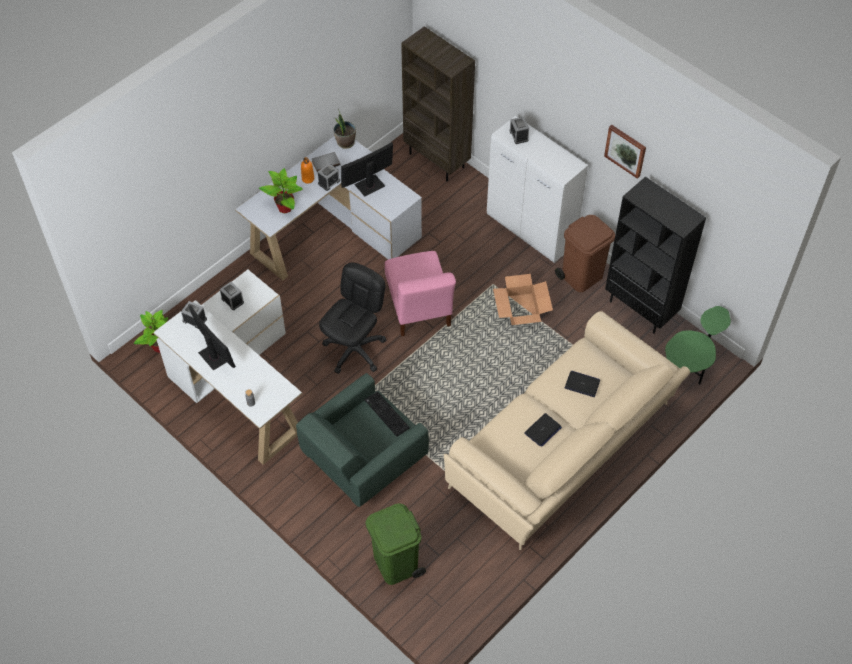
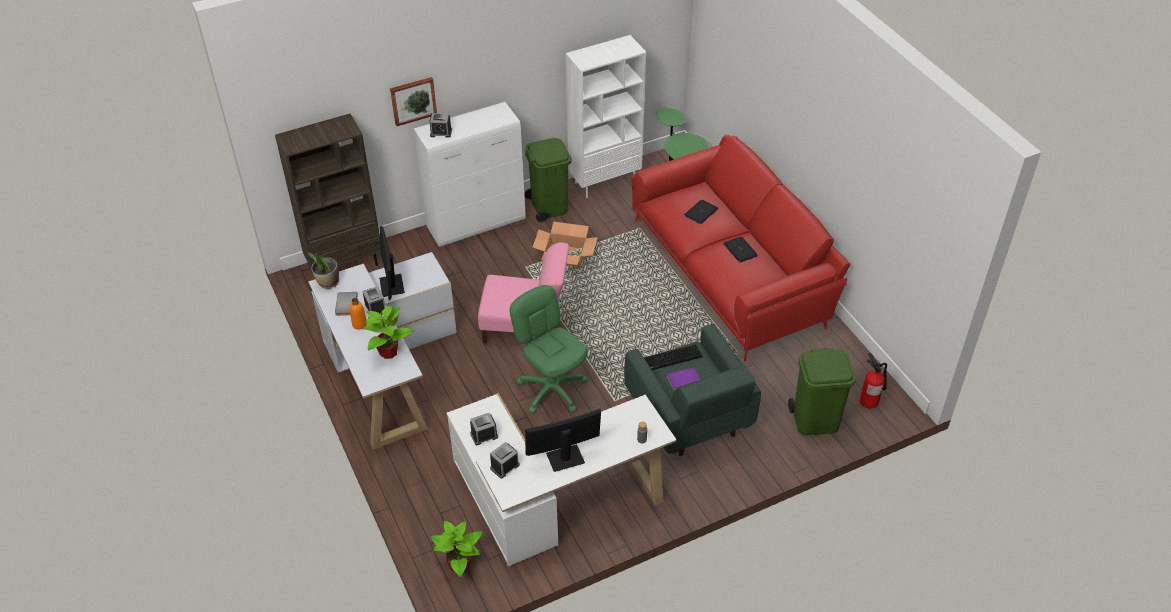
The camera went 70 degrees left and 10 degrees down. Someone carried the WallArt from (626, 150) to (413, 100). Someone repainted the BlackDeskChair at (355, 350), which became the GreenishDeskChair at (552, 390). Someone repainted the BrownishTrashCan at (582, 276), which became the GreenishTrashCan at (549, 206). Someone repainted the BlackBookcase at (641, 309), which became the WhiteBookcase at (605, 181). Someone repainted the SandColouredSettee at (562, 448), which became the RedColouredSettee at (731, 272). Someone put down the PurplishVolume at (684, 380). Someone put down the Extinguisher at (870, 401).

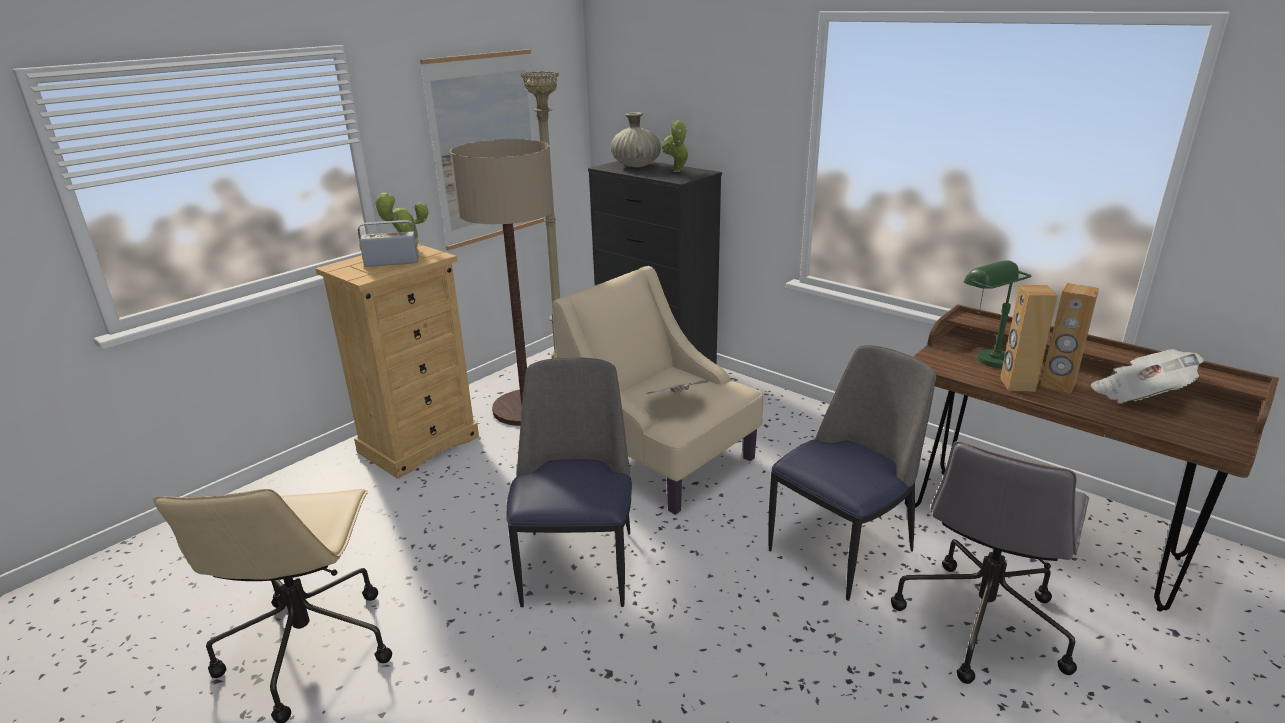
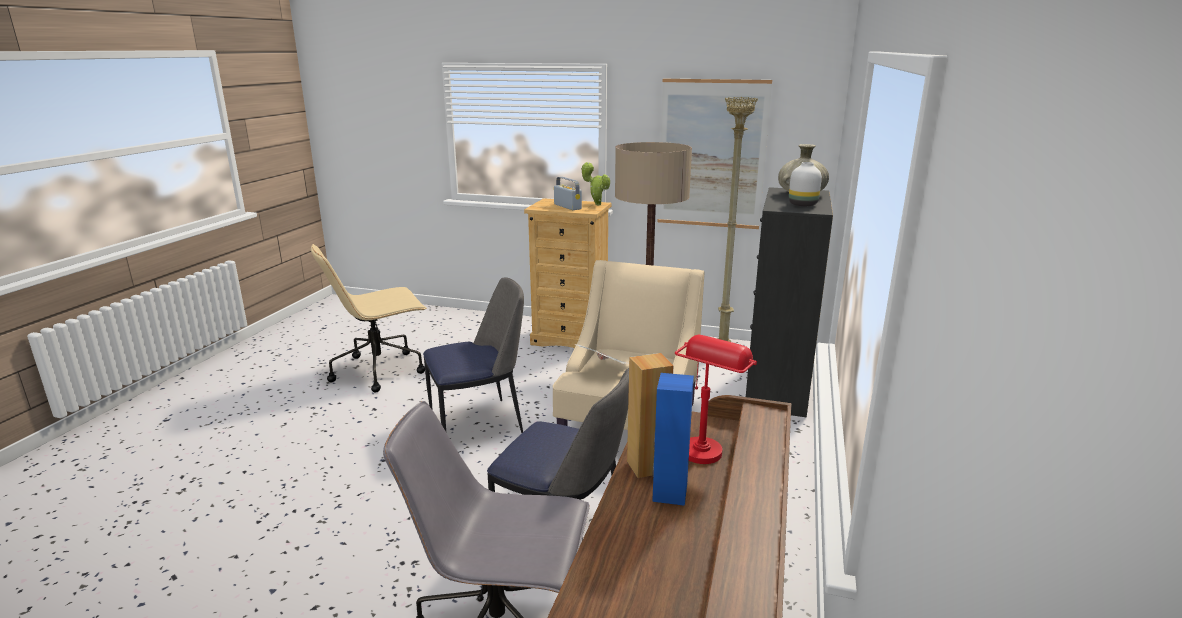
The camera went 65 degrees right and 5 degrees down. Someone repainted the BrownishLoudspeaker at (1057, 384), which became the BluishLoudspeaker at (669, 492). Someone repainted the GreenishLampForATable at (984, 356), which became the RedColouredLampForATable at (706, 445). Someone swapped the Houseplant at (677, 172) for the WhiteDecorativeVase at (803, 205). Someone took away the Newspaper at (1138, 396).

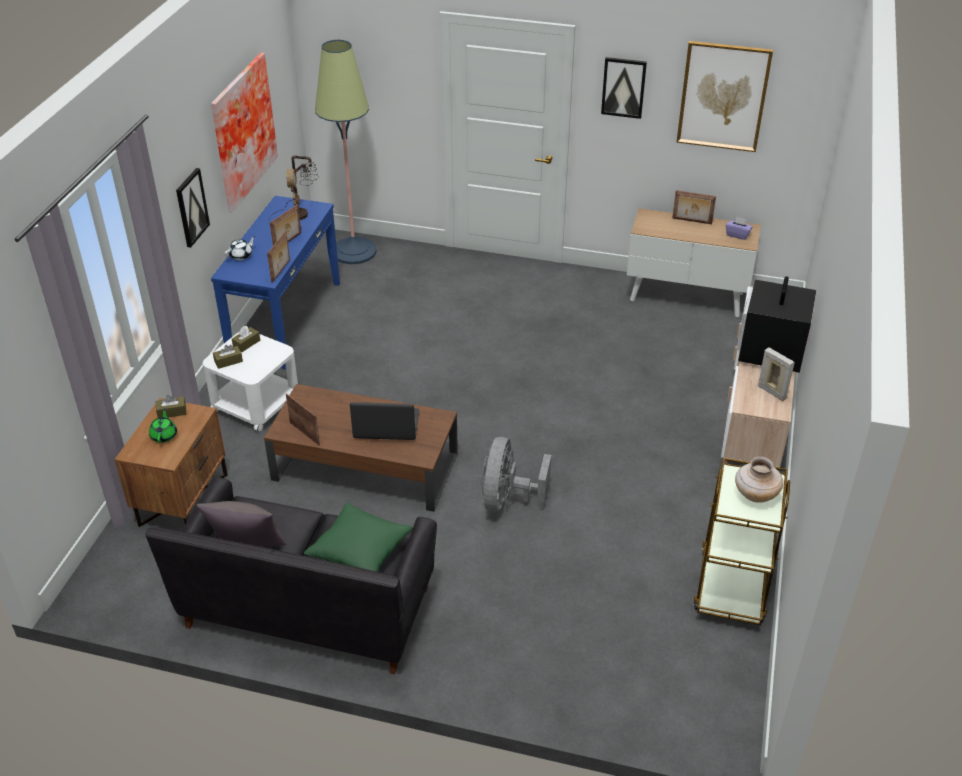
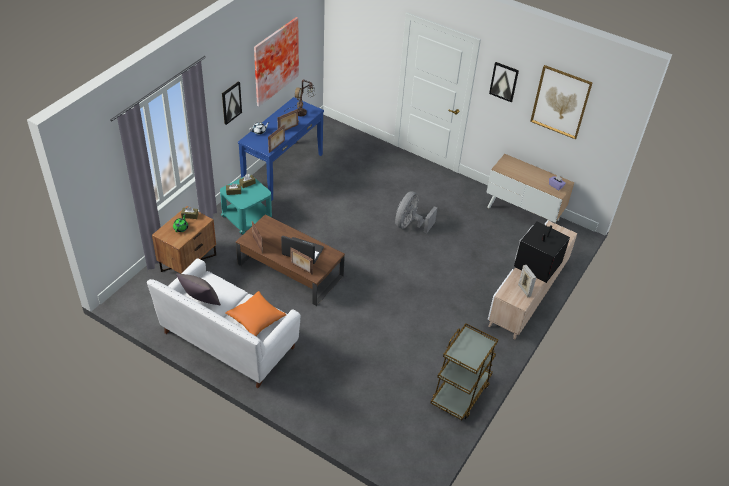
The camera went 15 degrees right and 5 degrees up. Someone repainted the BlackSettee at (308, 608), which became the WhiteSettee at (228, 340). Someone repainted the WhiteEndTable at (256, 403), which became the TurquoiseEndTable at (247, 217). Someone repainted the GreenishThrowPillow at (360, 551), which became the OrangeyThrowPillow at (256, 319). Someone carried the PictureFrame from (691, 221) to (301, 268). Someone carried the GrayFan from (507, 499) to (410, 225). Someone took away the StandingLamp at (354, 251). Someone took away the SandColouredDecorativeVase at (755, 495).

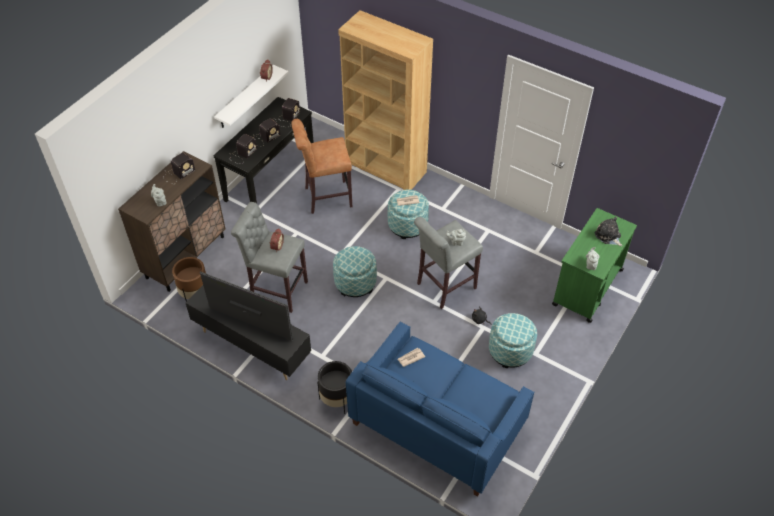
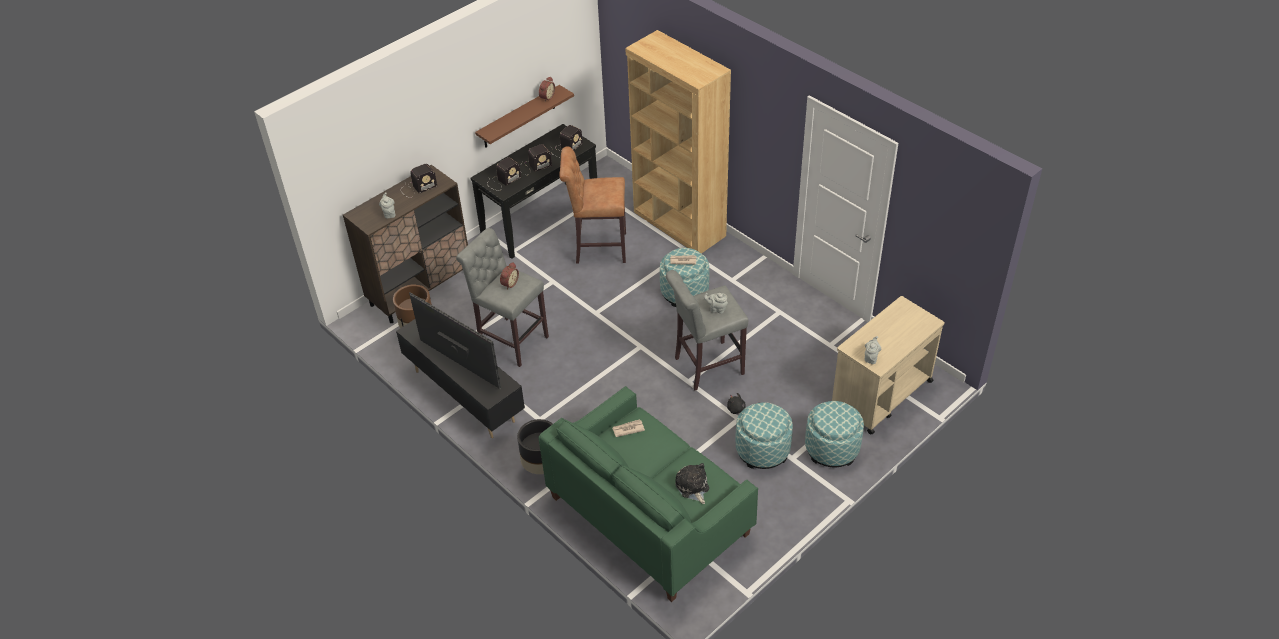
The camera went 15 degrees right and 5 degrees down. Someone repainted the WhiteWallShelf at (245, 97), which became the BrownishWallShelf at (519, 117). Someone repainted the BluishSettee at (437, 424), which became the GreenishSettee at (649, 515). Someone carried the SoftToy from (608, 236) to (692, 487). Someone carried the Pouffe from (355, 282) to (832, 448). Someone repainted the GreenishWheeledCart at (587, 287), which became the SandColouredWheeledCart at (881, 394).

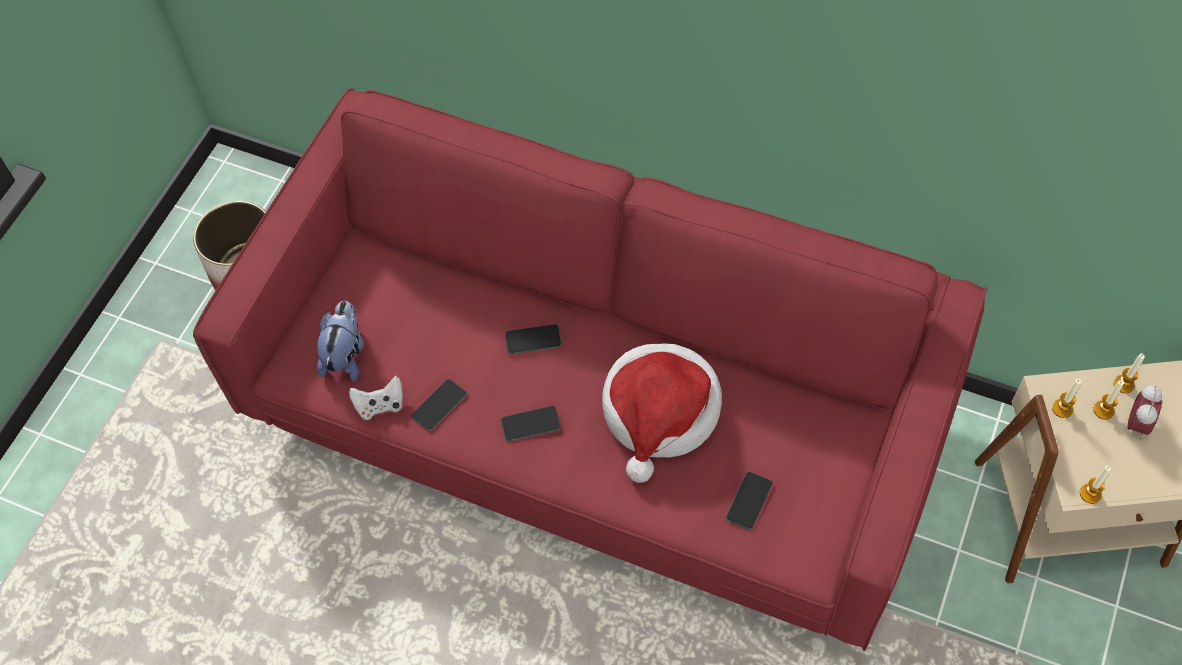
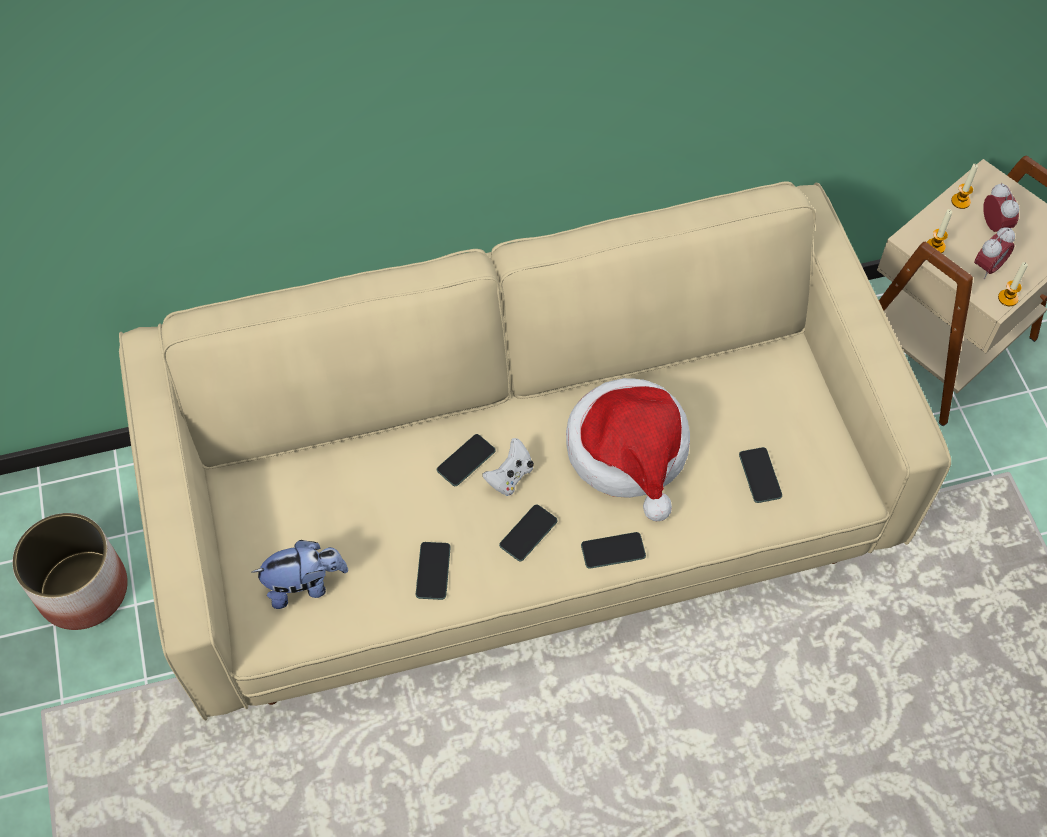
The camera went 40 degrees left and 0 degrees up. Someone repainted the RedColouredSettee at (596, 419), which became the SandColouredSettee at (524, 510). Someone rotated the SoftToy at (345, 355) by 105 degrees clockwise. Someone carried the WhiteJoypad from (380, 405) to (510, 476). Someone put down the Handset at (613, 551). Someone put down the TableClock at (987, 267). Someone took away the Candle at (1103, 410).

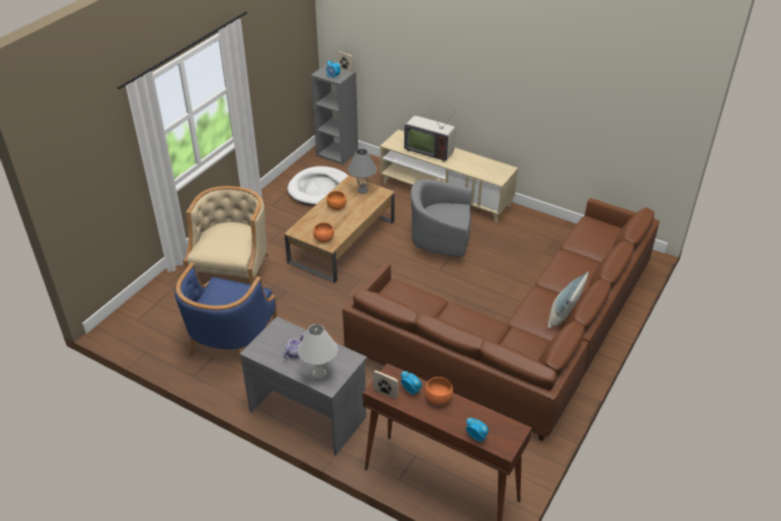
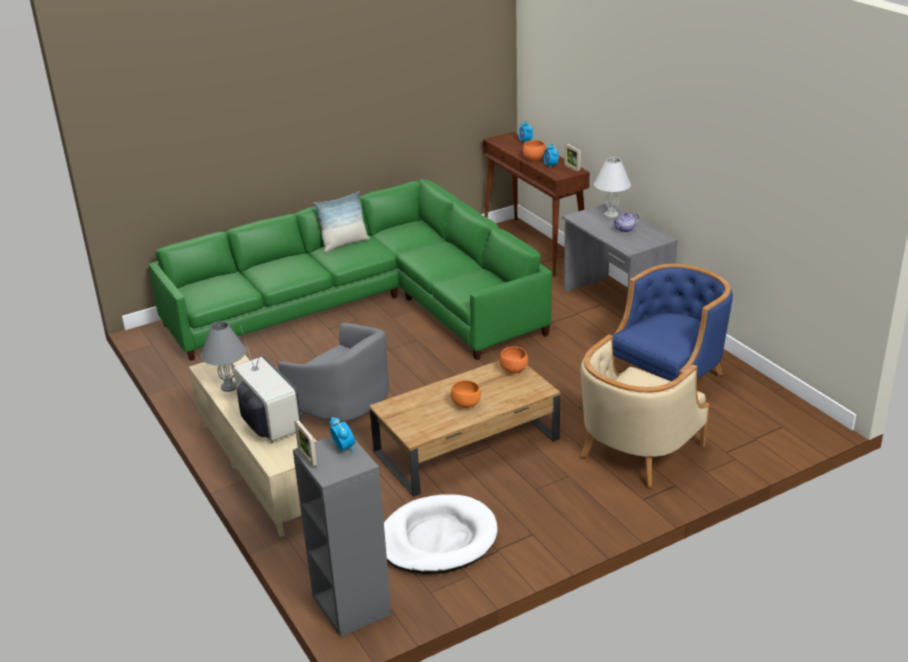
The camera went 150 degrees left and 10 degrees down. Someone repainted the BrownishSettee at (520, 338), which became the GreenishSettee at (368, 305). Someone carried the GrayLampForATable from (362, 190) to (229, 387).

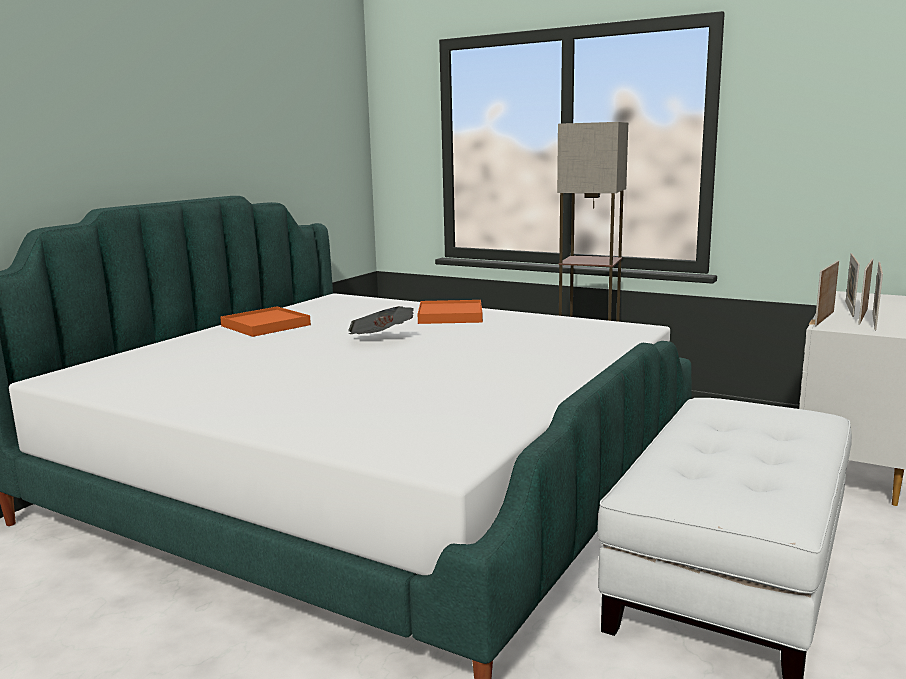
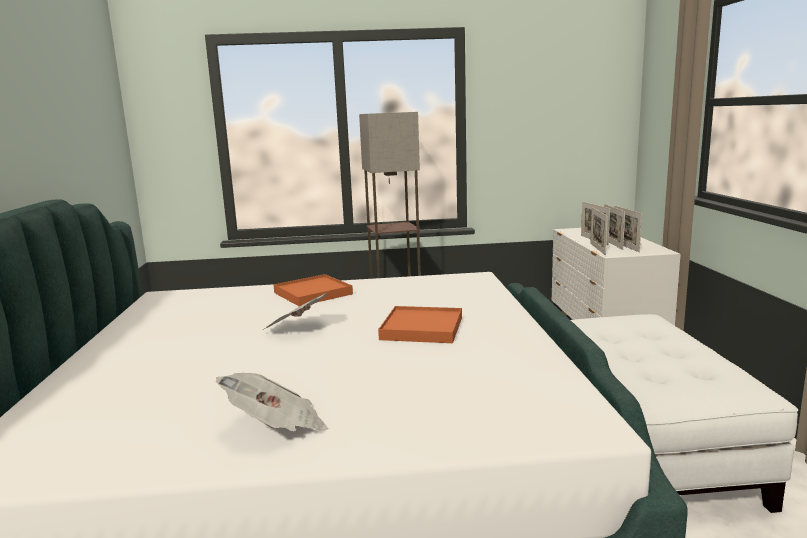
The camera went 35 degrees left and 0 degrees up. Someone put down the Newspaper at (277, 427). Someone carried the OrangeyTray from (265, 325) to (422, 328).

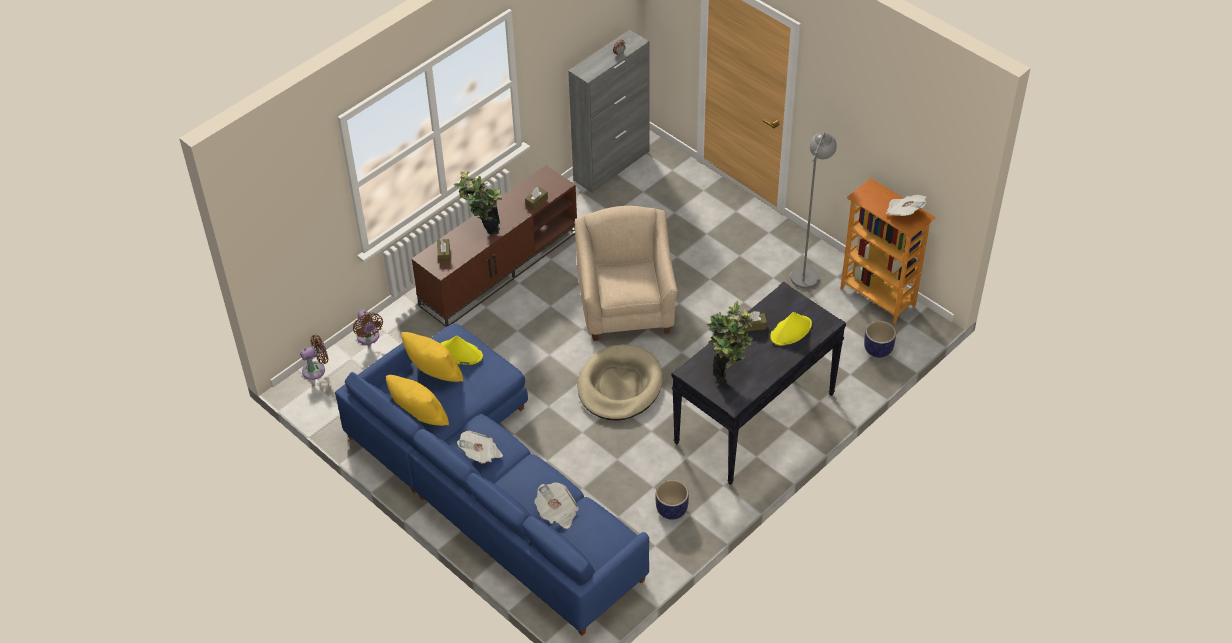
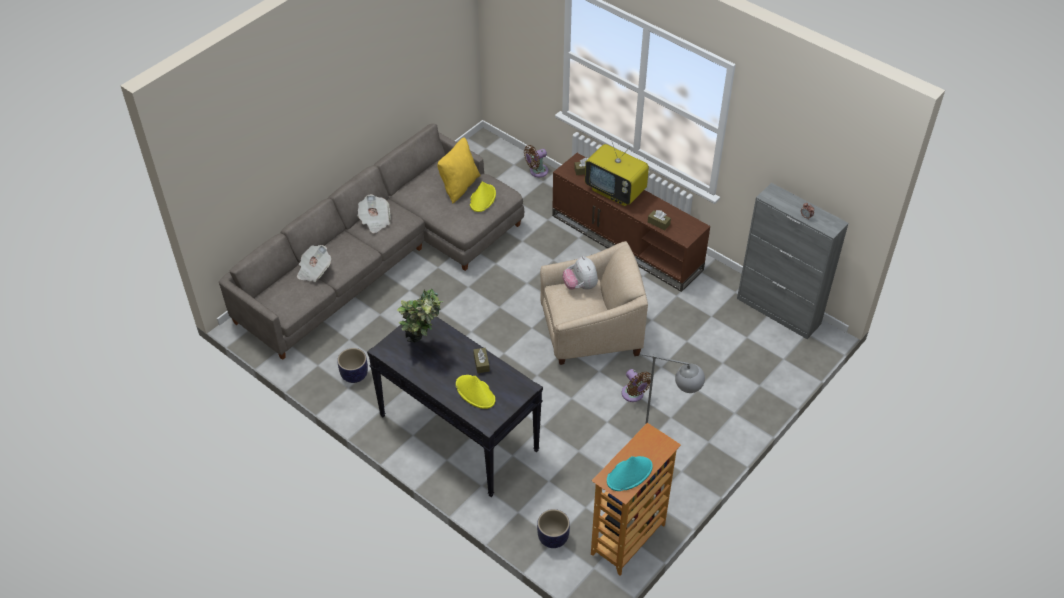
The camera went 85 degrees right and 0 degrees up. Someone repainted the BluishSettee at (488, 485), which became the GraySettee at (384, 256). Someone put down the SoftToy at (580, 286). Someone swapped the Houseplant at (482, 230) for the Tv at (616, 191). Someone swapped the Newspaper at (904, 212) for the TurquoiseWearableHat at (629, 474). Someone carried the BrownishFan from (316, 369) to (634, 395). Someone took away the YellowThrowPillow at (419, 418). Someone took away the SandColouredPetBed at (619, 386).

